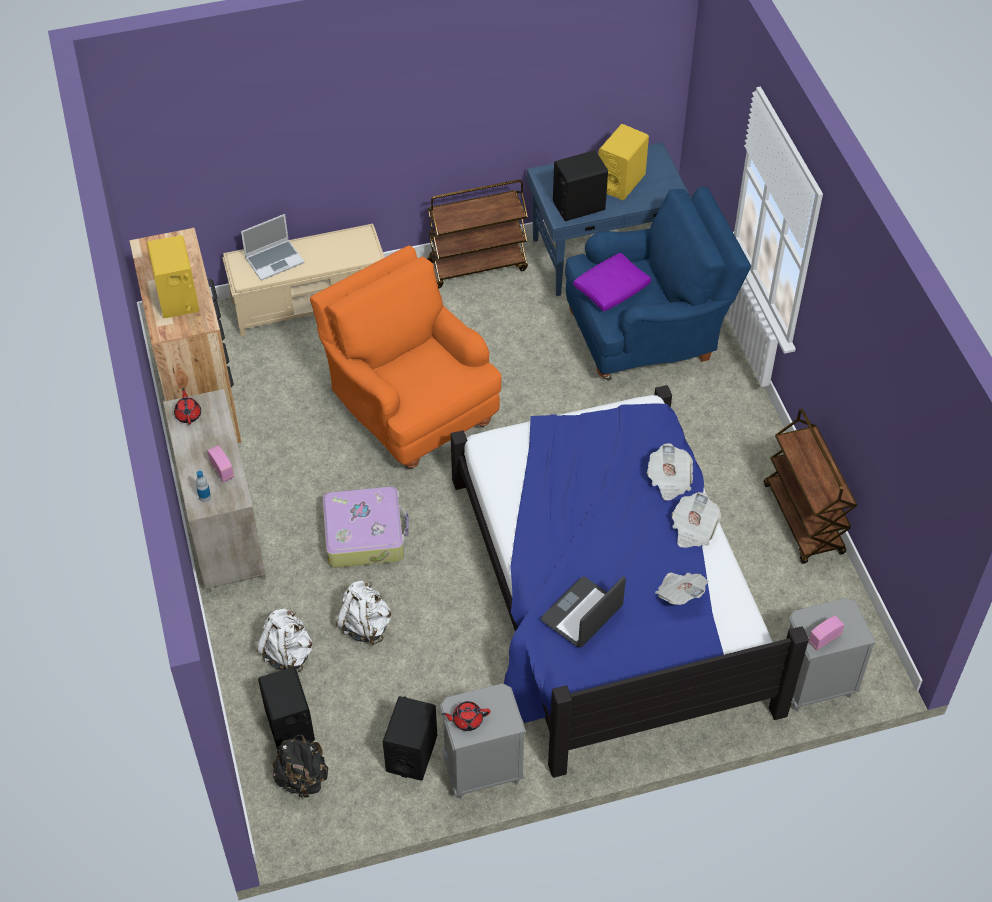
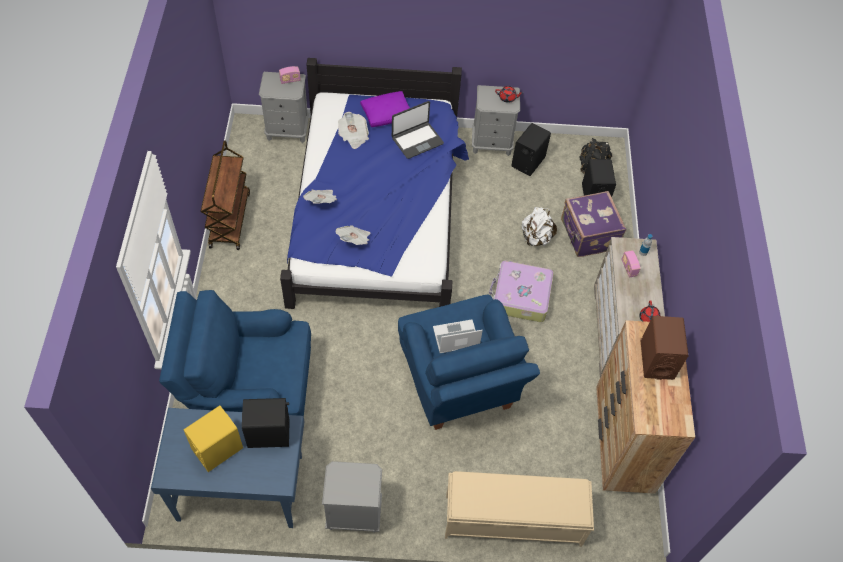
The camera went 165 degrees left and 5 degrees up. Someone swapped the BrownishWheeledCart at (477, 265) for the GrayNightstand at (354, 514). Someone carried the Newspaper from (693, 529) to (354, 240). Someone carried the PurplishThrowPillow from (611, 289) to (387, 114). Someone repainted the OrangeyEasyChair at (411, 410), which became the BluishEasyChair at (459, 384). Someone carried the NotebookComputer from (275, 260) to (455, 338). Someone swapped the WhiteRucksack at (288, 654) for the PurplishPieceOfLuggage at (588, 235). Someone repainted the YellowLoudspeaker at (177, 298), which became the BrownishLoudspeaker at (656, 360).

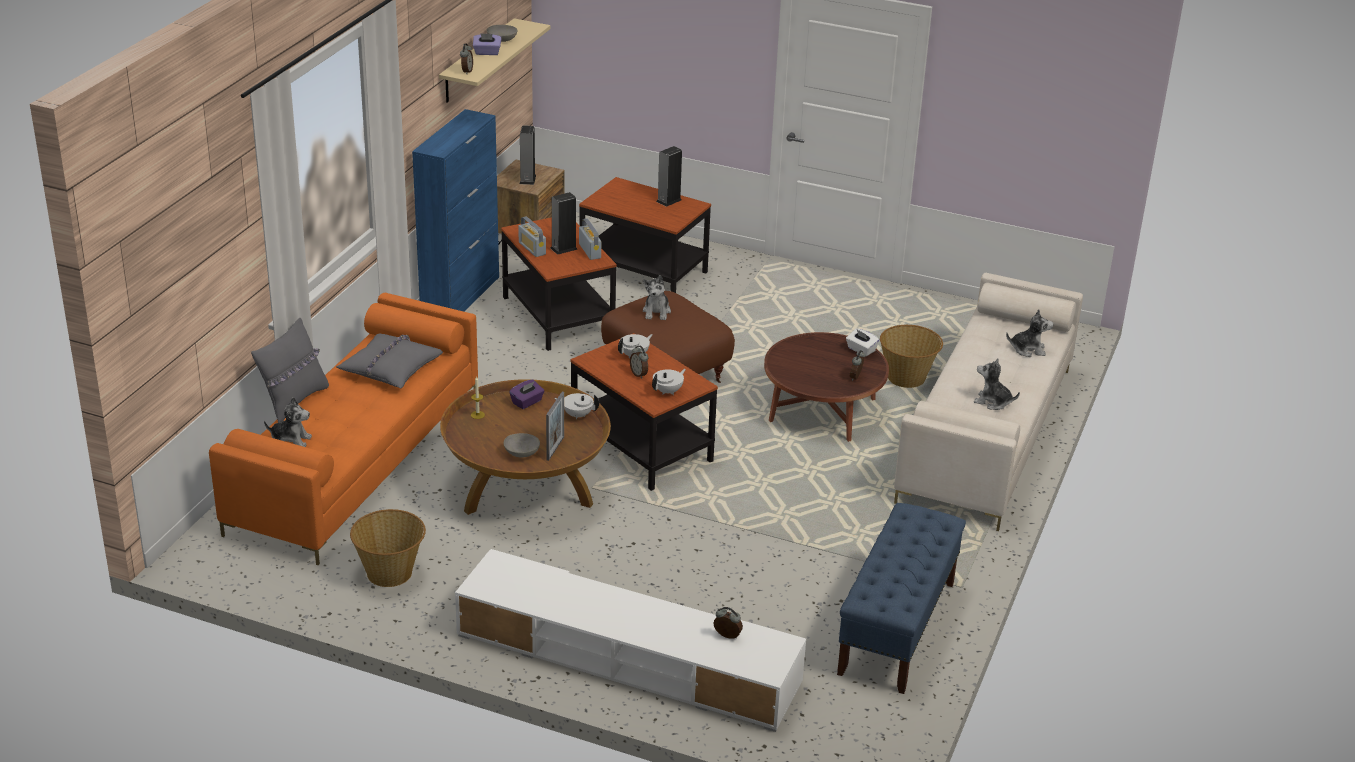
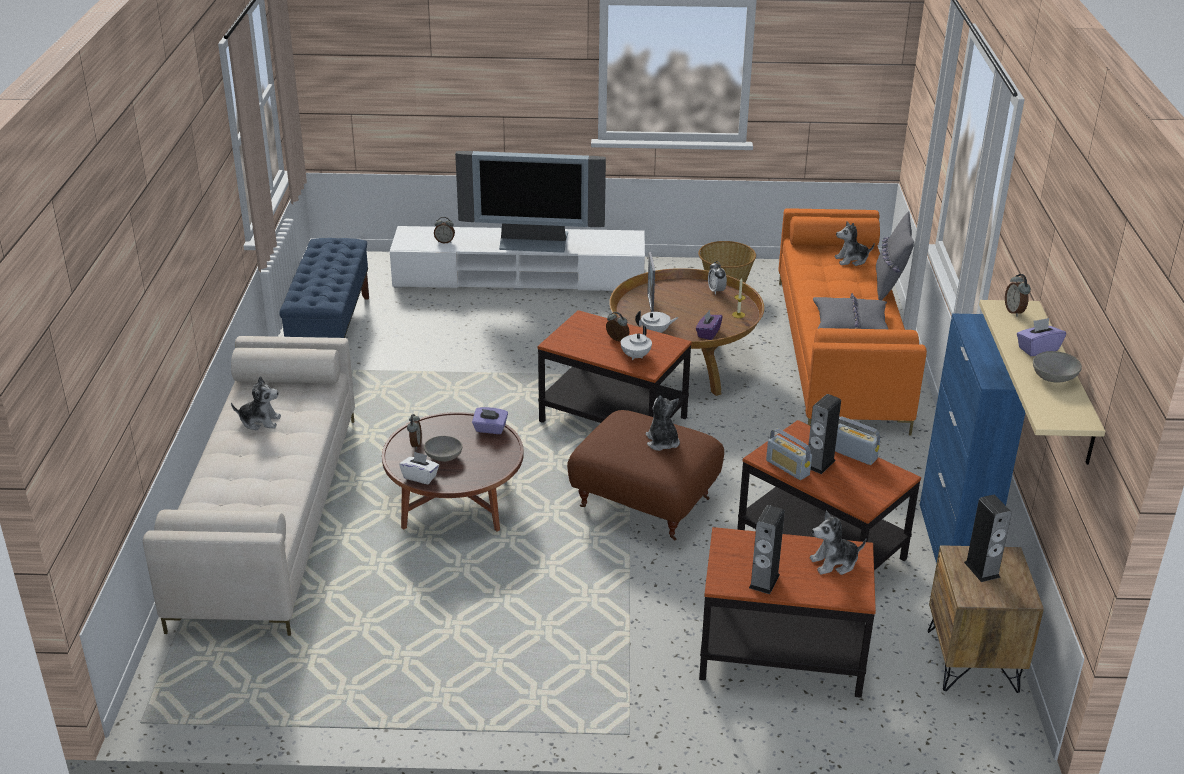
The camera went 160 degrees right and 0 degrees up. Someone carried the GrayDeepDish from (521, 453) to (443, 457). Someone put down the Tv at (534, 243). Someone put down the PurplishTissueHolder at (490, 429). Someone put down the TableClock at (716, 291). Someone carried the SoftToy from (1028, 349) to (834, 563). Someone took away the WhiteTeaPot at (668, 391). Someone took away the HouseholdBasket at (907, 378).

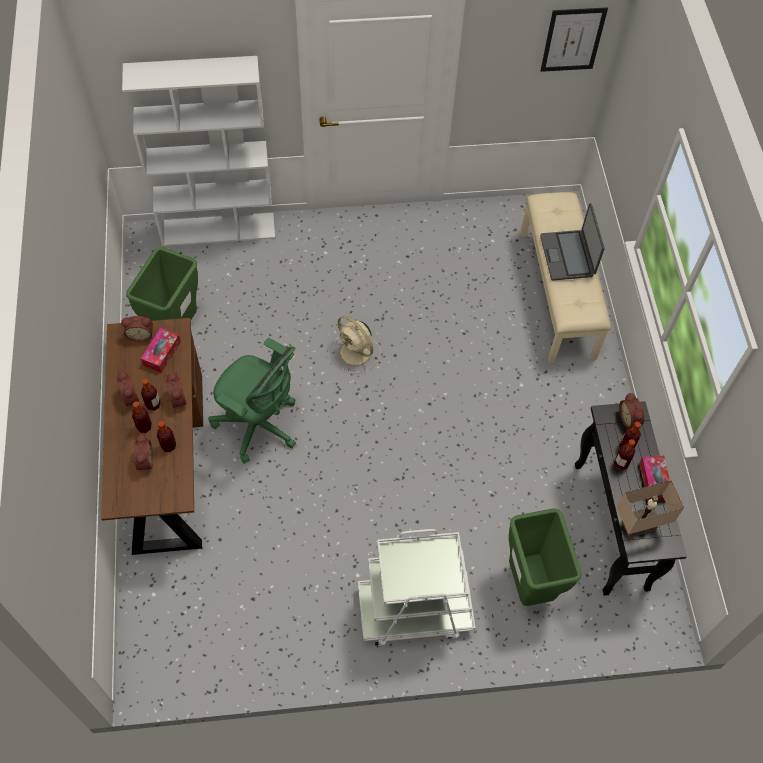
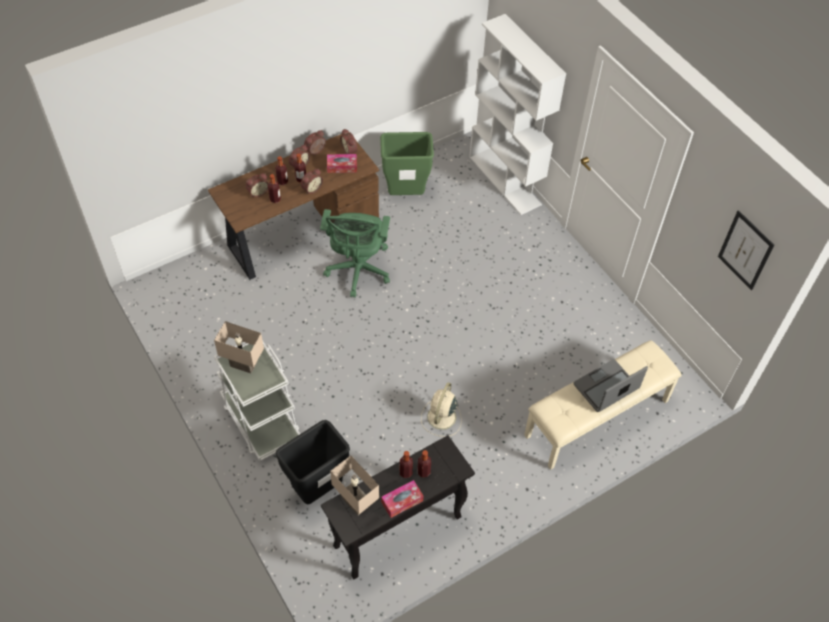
The camera went 65 degrees right and 5 degrees down. Someone put down the SandColouredLampForATable at (244, 363). Someone repainted the GreenishTrashCan at (529, 584), which became the BlackTrashCan at (318, 489). Someone carried the TableClock from (630, 419) to (316, 151). Someone carried the SandColouredFan from (356, 353) to (441, 418).

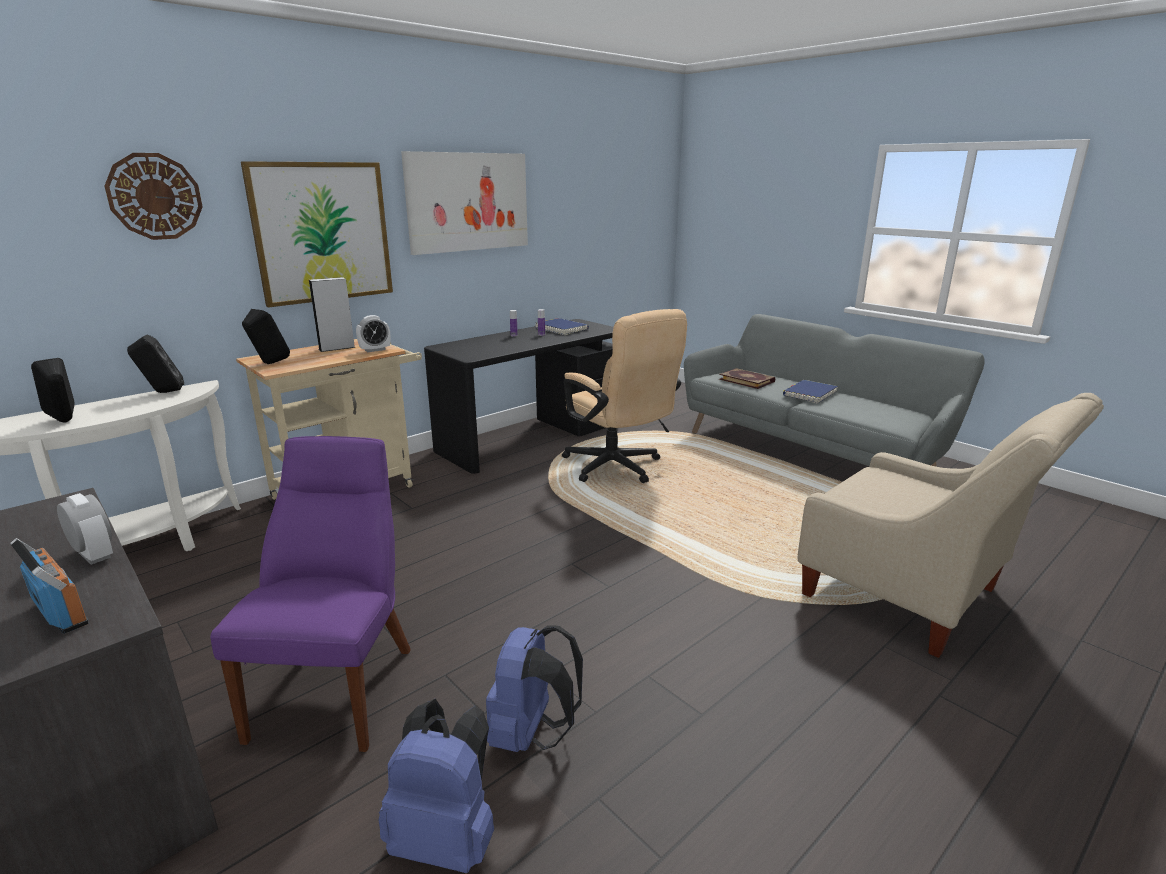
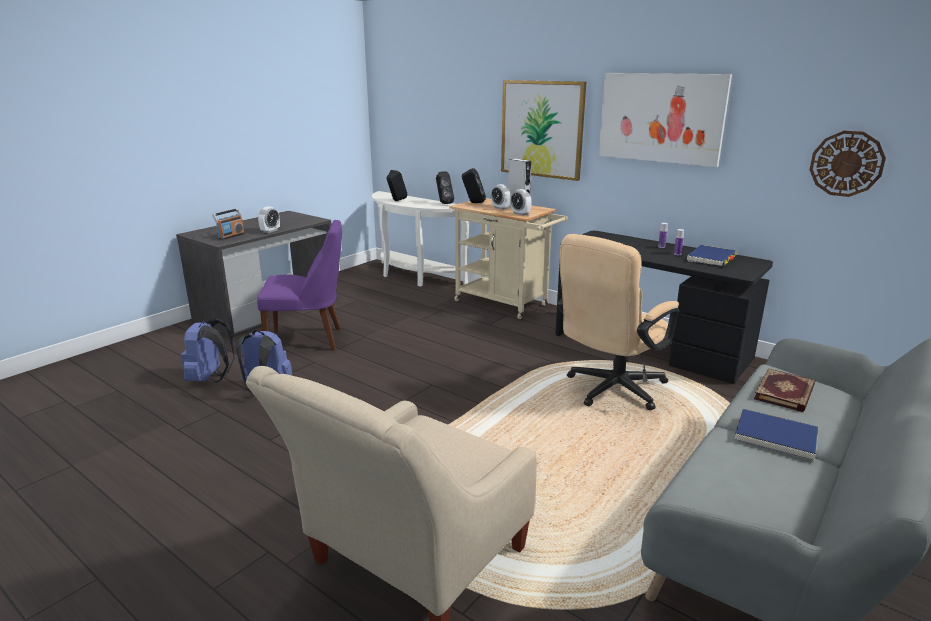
The camera went 80 degrees right and 0 degrees up. Someone put down the TableClock at (500, 208). Someone carried the WallClock from (155, 196) to (846, 163).

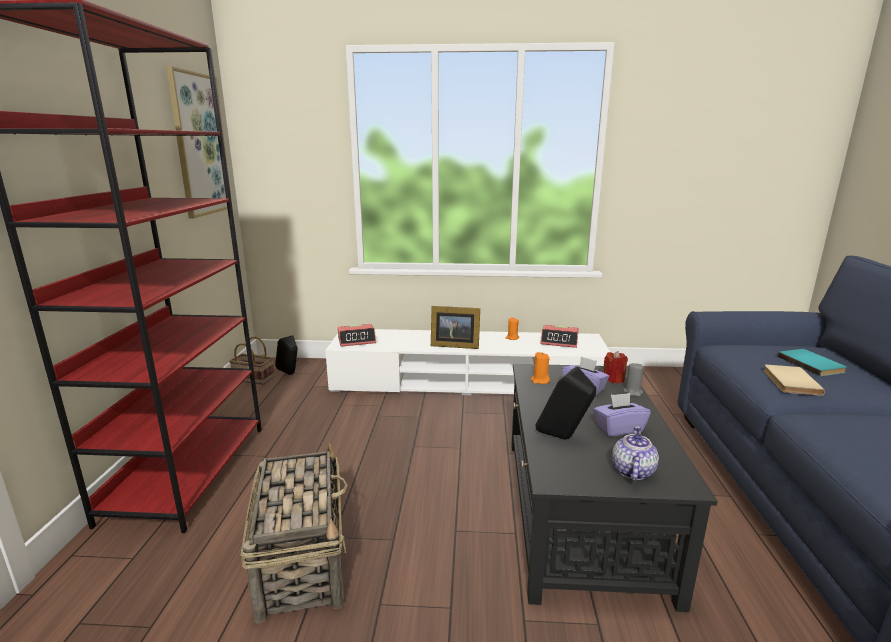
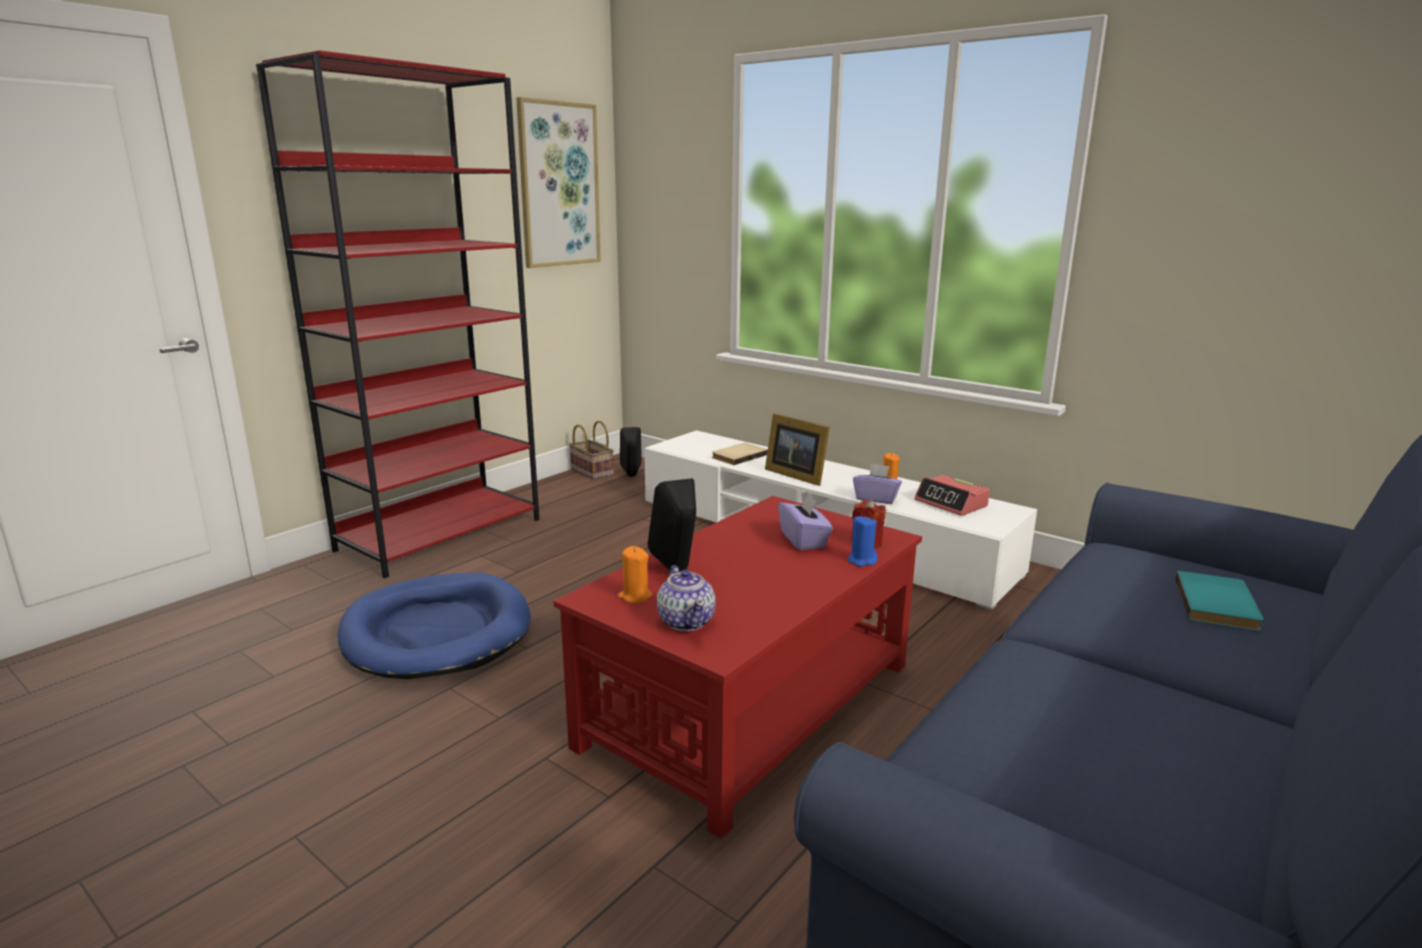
The camera went 35 degrees right and 0 degrees up. Someone swapped the HouseholdBasket at (303, 560) for the BluishPetBed at (437, 632). Someone repainted the BlackLoungeTable at (580, 512), which became the RedColouredLoungeTable at (748, 705). Someone carried the OrangeyCandle from (540, 380) to (635, 596). Someone rotated the TeaPot at (632, 471) by 105 degrees clockwise. Someone carried the SandColouredVolume from (789, 382) to (738, 456). Someone repainted the GrayCandle at (633, 392), which became the BluishCandle at (862, 560). Someone carried the PurplishTissueHolder from (618, 428) to (876, 498). Someone took away the TableClock at (357, 340).

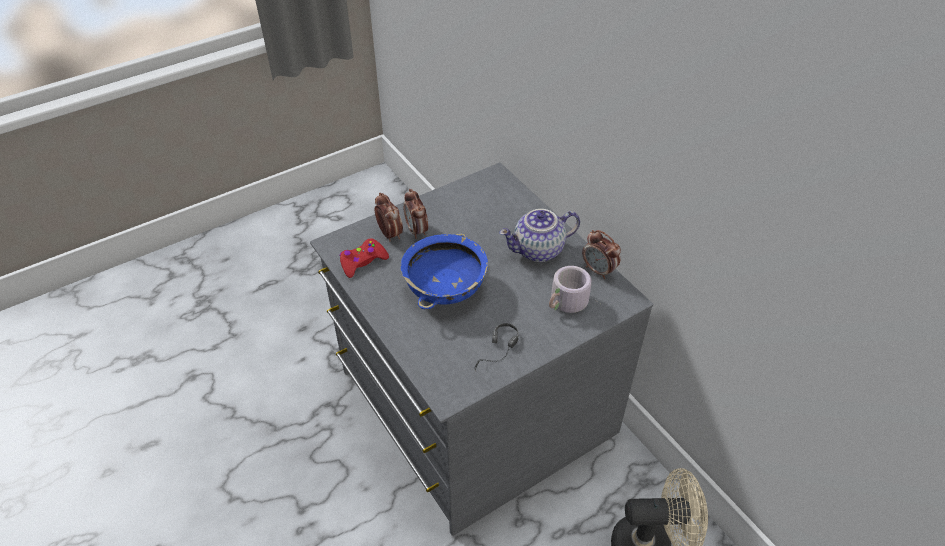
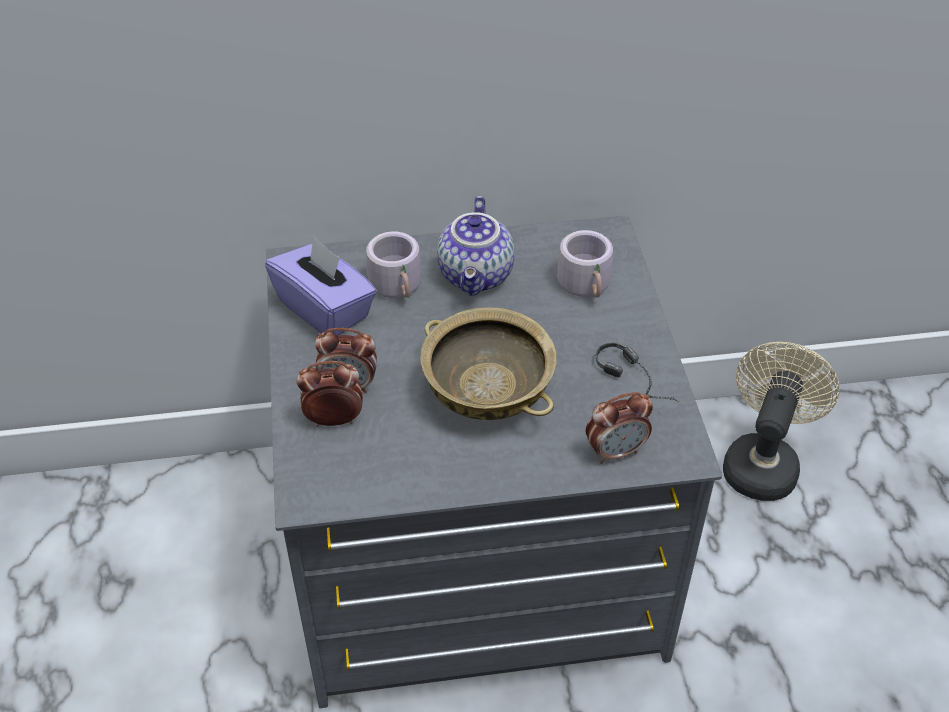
The camera went 65 degrees left and 0 degrees up. Someone put down the PurplishTissueHolder at (325, 309). Someone put down the GrayTeaMug at (400, 286). Someone repainted the BluishDeepDish at (445, 288), which became the SandColouredDeepDish at (488, 393). Someone carried the TableClock from (598, 270) to (616, 452). Someone took away the RedColouredJoypad at (362, 262).

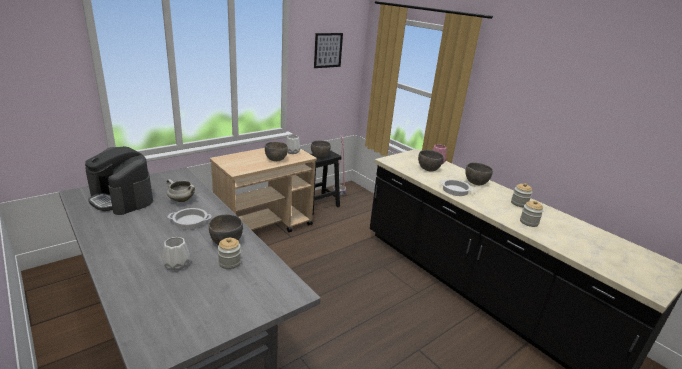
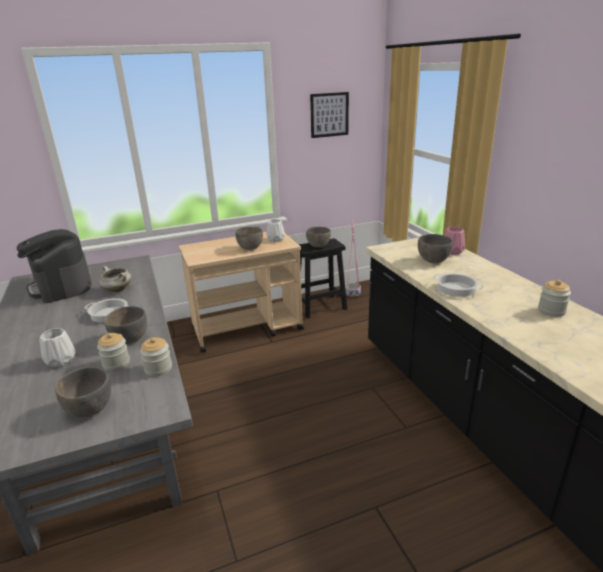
The camera went 20 degrees right and 0 degrees up. Someone carried the GrayDeepDish from (475, 183) to (89, 409). Someone carried the StorageJar from (529, 222) to (158, 369).

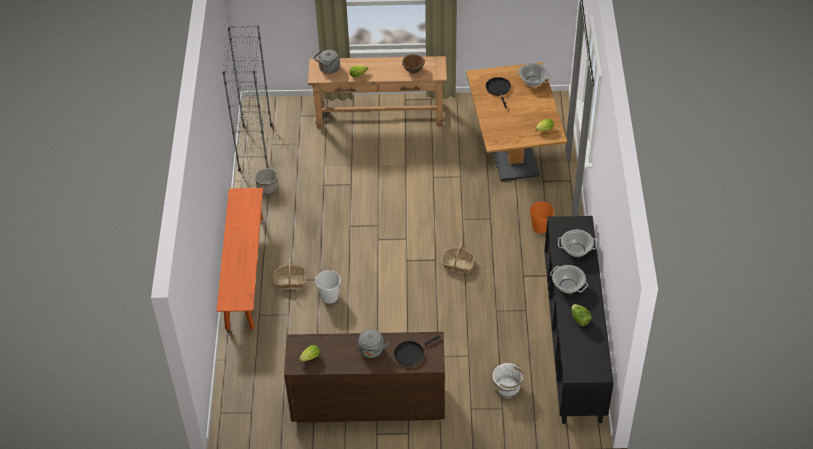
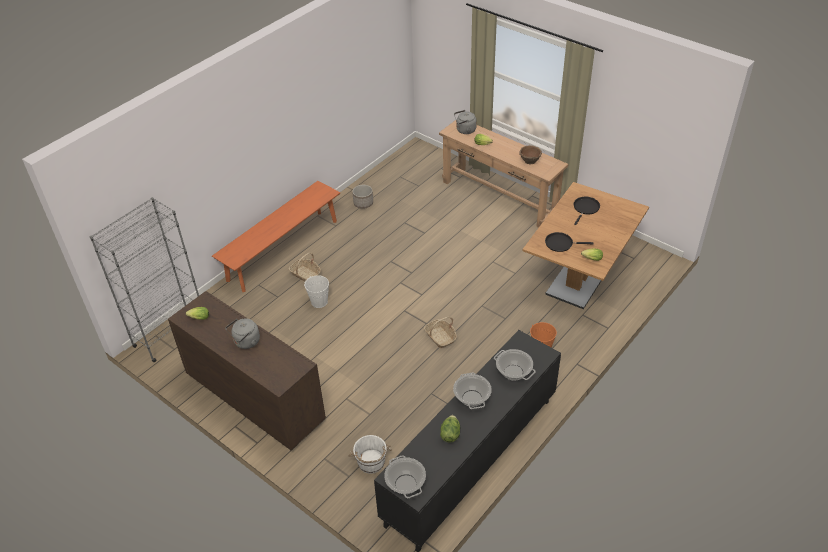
The camera went 40 degrees right and 5 degrees down. Someone carried the GrayBookcase from (255, 148) to (170, 334). Someone carried the CookingPot from (533, 81) to (405, 484). Someone carried the BlackSkillet from (411, 353) to (561, 243).

